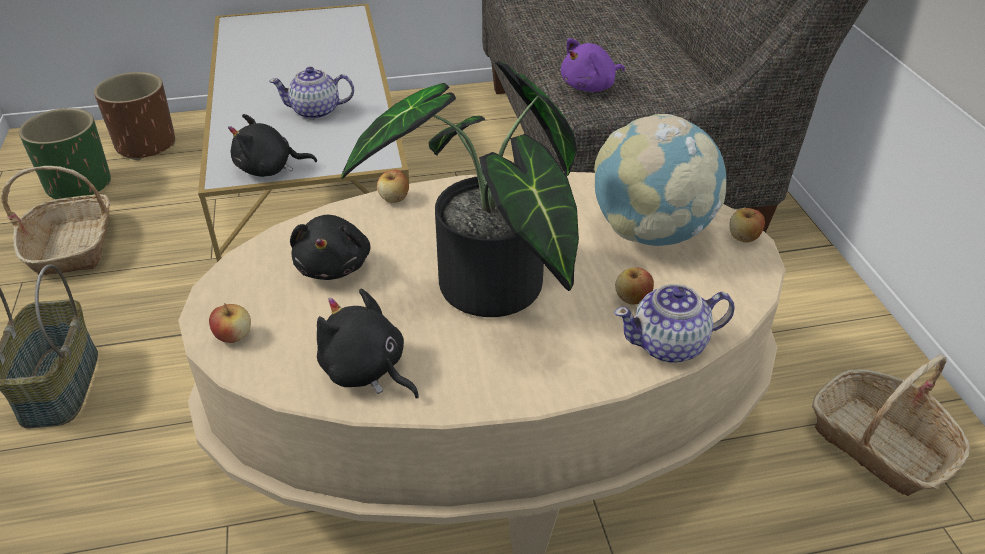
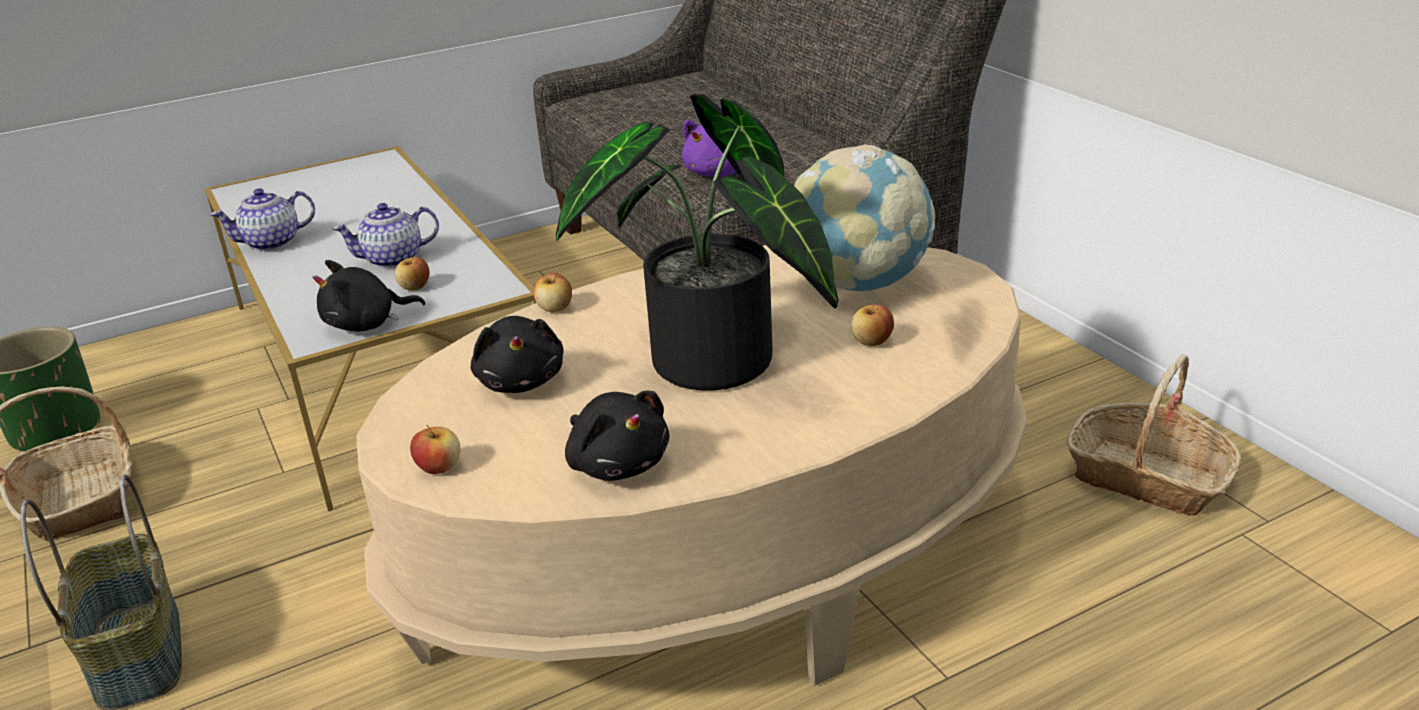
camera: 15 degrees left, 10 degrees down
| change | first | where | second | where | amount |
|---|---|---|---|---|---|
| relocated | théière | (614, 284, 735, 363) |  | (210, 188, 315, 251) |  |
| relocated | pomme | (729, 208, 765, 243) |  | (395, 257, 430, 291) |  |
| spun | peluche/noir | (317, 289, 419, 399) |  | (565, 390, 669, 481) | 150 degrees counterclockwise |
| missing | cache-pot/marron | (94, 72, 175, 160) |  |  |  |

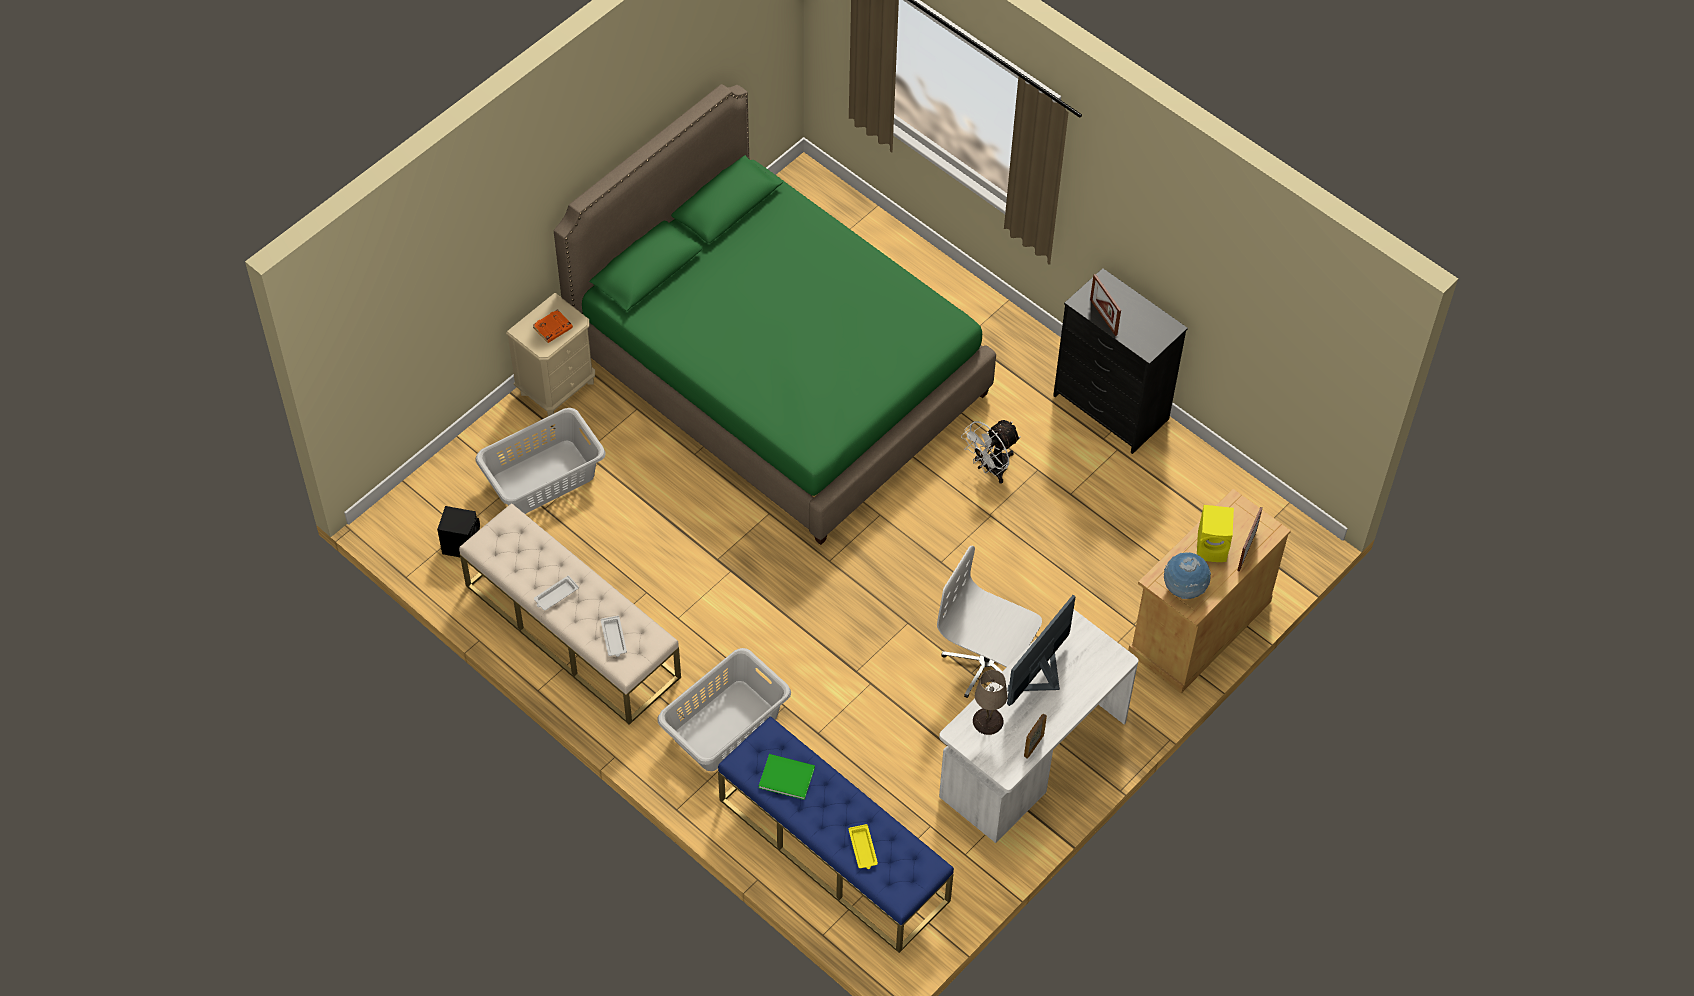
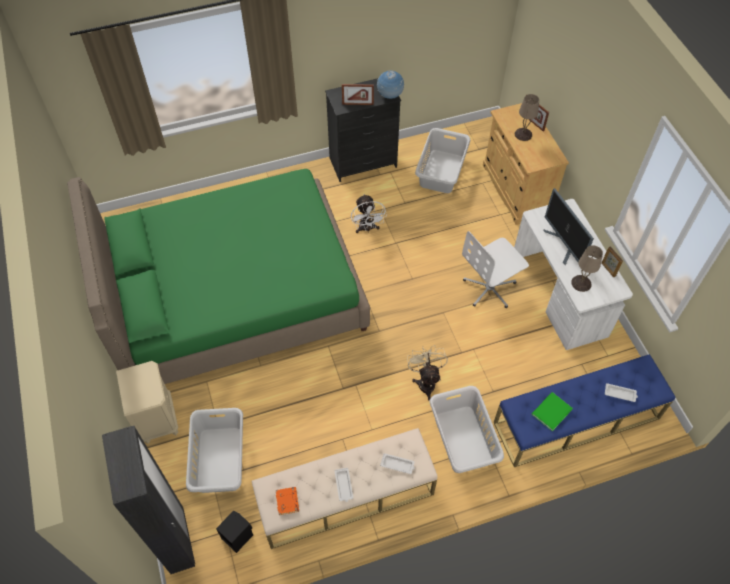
camera: 60 degrees left, 0 degrees up
| change | first | where | second | where | amount |
|---|---|---|---|---|---|
| appeared |  |  | armoire/noir | (102, 426, 195, 574) |  |
| relocated | livre/orange | (533, 309, 573, 343) |  | (276, 487, 299, 515) |  |
| relocated | globe | (1164, 552, 1211, 599) |  | (377, 71, 404, 99) |  |
| appeared |  |  | ventilateur/beige | (407, 345, 448, 401) |  |
| appeared |  |  | panier à linge/gris | (415, 128, 470, 193) |  |
| exchanged | enceinte/jaune | (1197, 505, 1234, 562) | lampe de table/beige | (515, 94, 539, 141) |  |
| colour | plateau/jaune | (849, 824, 878, 869) | plateau/blanc | (605, 383, 638, 402) |  |

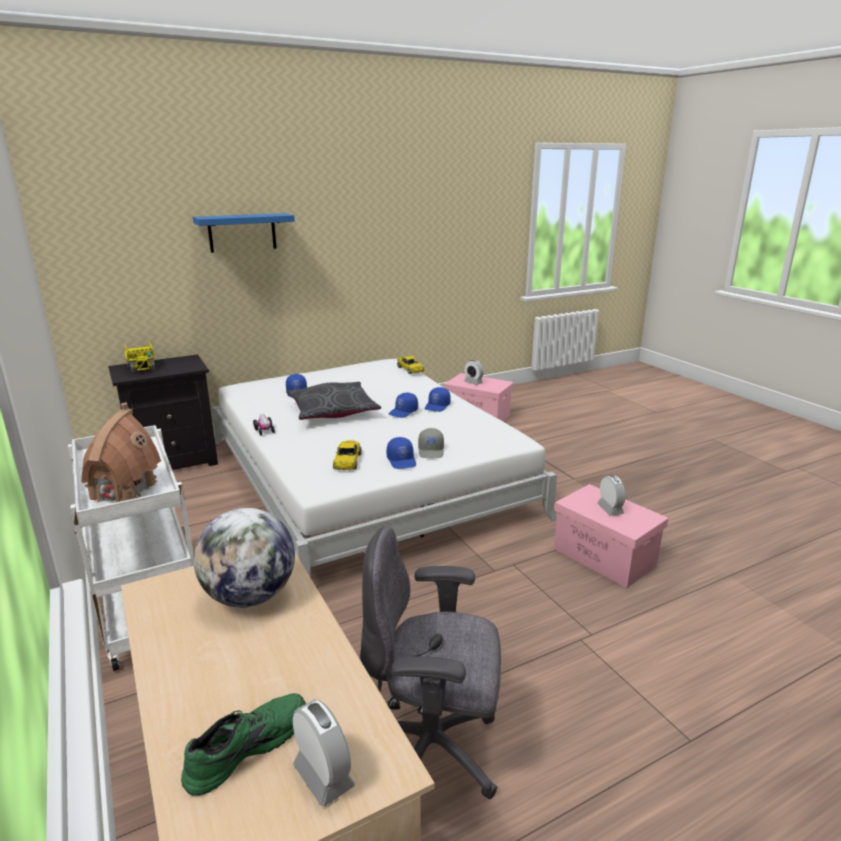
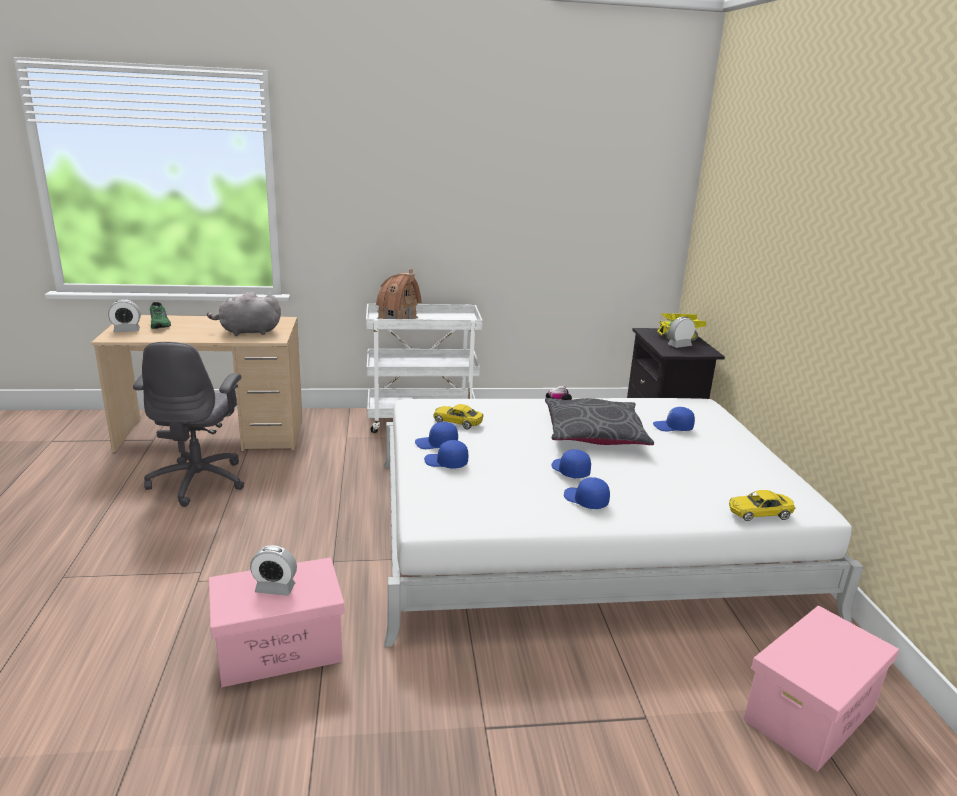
camera: 110 degrees right, 0 degrees up
| change | first | where | second | where | amount |
|---|---|---|---|---|---|
| spun | chaise de bureau/gris | (360, 526, 501, 799) |  | (133, 342, 244, 507) | 150 degrees clockwise |
| exchanged | globe | (194, 508, 295, 608) | peluche/gris | (207, 292, 281, 336) |  |
| colour | casquette/gris | (418, 428, 444, 458) | casquette/bleu | (424, 440, 468, 468) |  |
| relocated | réveil | (464, 360, 484, 385) |  | (668, 317, 695, 348) |  |
| missing | étagère/bleu | (193, 213, 295, 253) |  |  |  |

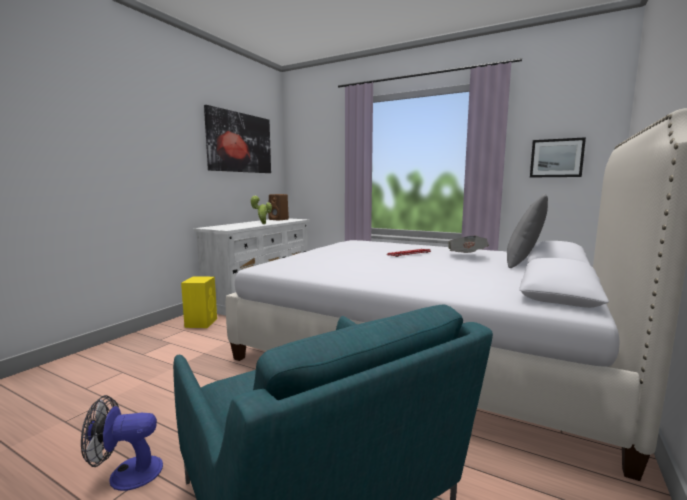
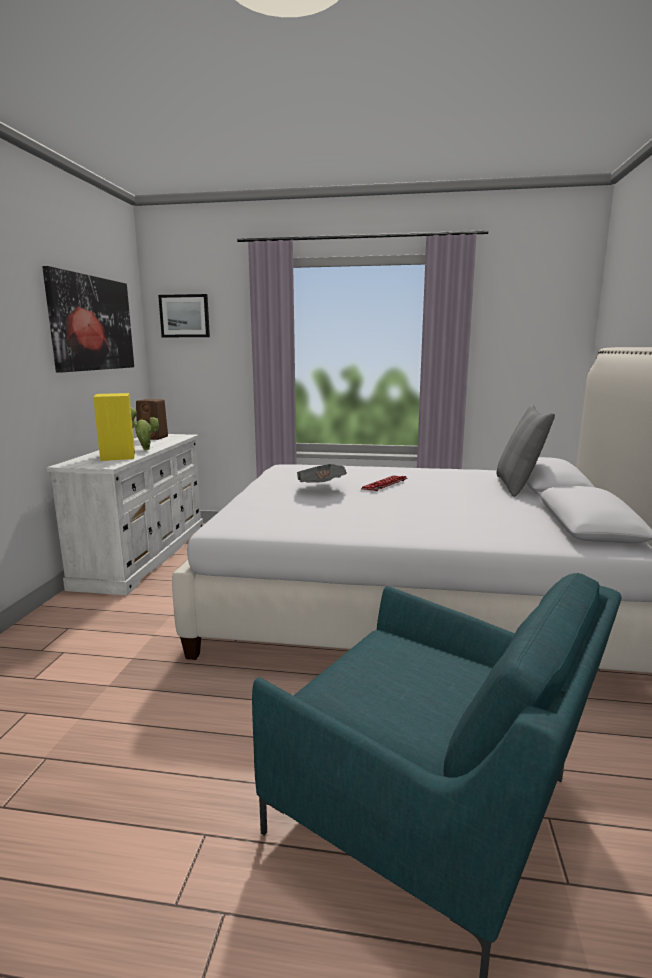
camera: 20 degrees left, 5 degrees up
| change | first | where | second | where | amount |
|---|---|---|---|---|---|
| relocated | enceinte/jaune | (181, 276, 217, 328) |  | (93, 393, 135, 461) |  |
| relocated | tableau | (530, 137, 586, 177) |  | (158, 294, 210, 337) |  |
| relocated | journal | (448, 236, 489, 253) |  | (297, 464, 347, 483) |  |
| missing | ventilateur | (81, 395, 163, 491) |  |  |  |

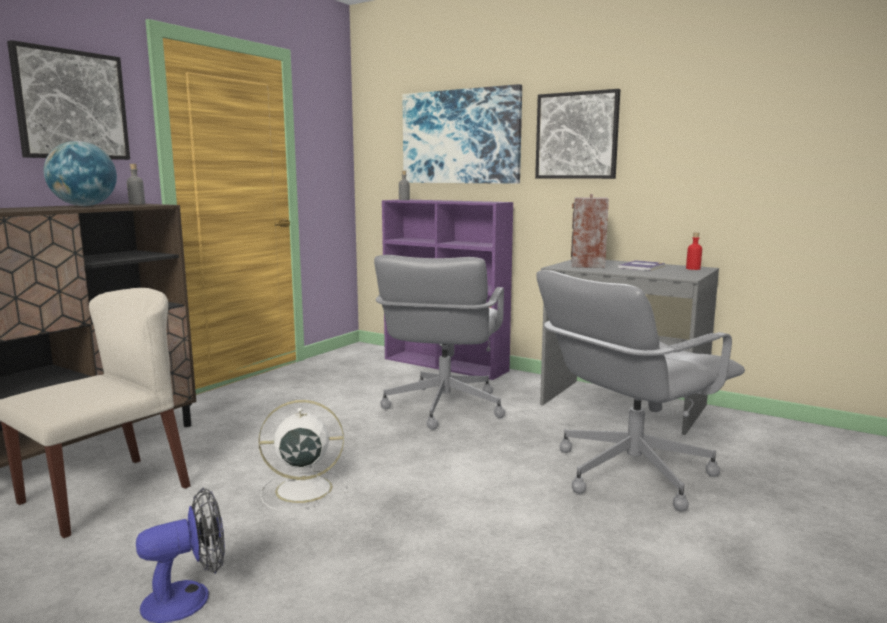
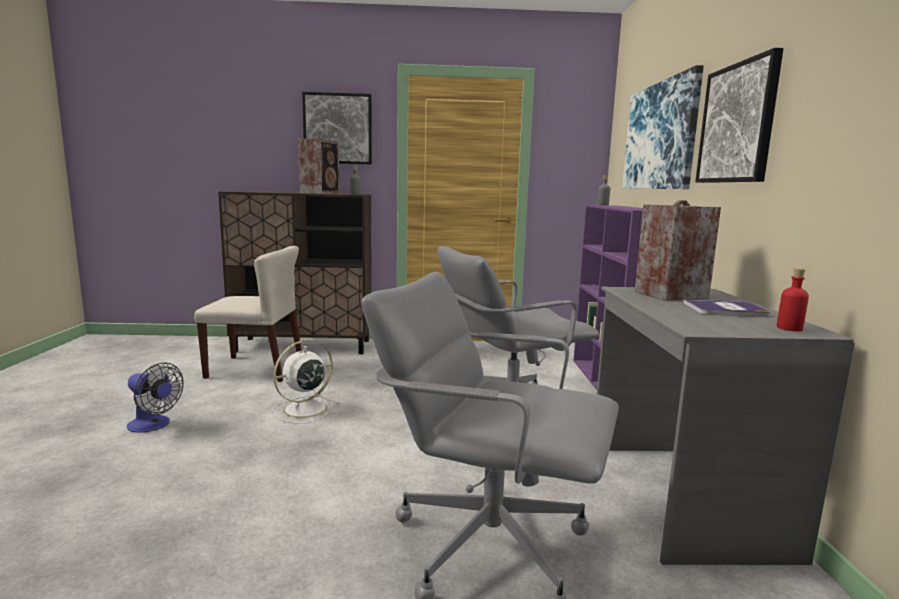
camera: 55 degrees right, 0 degrees up
| change | first | where | second | where | amount |
|---|---|---|---|---|---|
| spun | ventilateur/blanc | (258, 400, 348, 511) |  | (272, 340, 340, 424) | 90 degrees counterclockwise |
| exchanged | globe | (44, 141, 117, 206) | enceinte | (298, 137, 339, 194) |  |

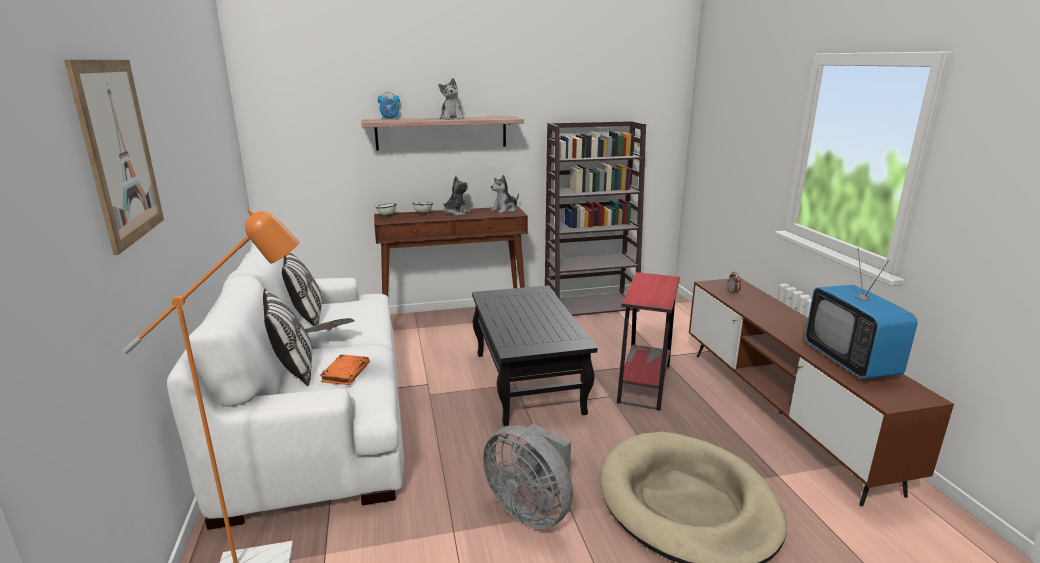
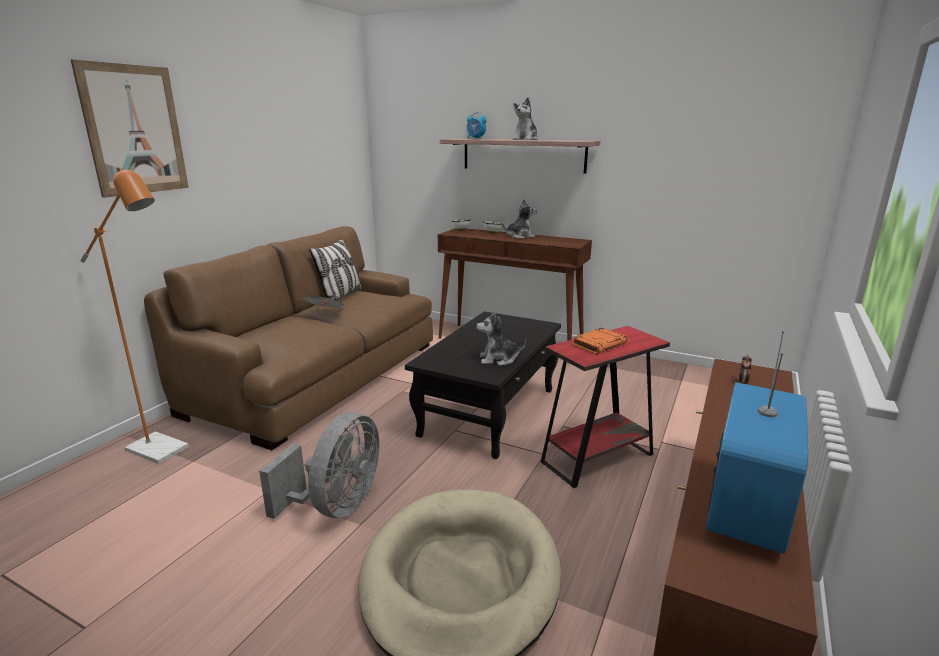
camera: 40 degrees right, 0 degrees up
| change | first | where | second | where | amount |
|---|---|---|---|---|---|
| colour | canapé/blanc | (167, 241, 404, 530) | canapé/marron | (144, 226, 433, 450) |  |
| spun | ventilateur/gris | (483, 423, 573, 529) |  | (259, 412, 379, 519) | 150 degrees counterclockwise |
| relocated | peluche | (491, 175, 519, 213) |  | (476, 312, 526, 366) |  |
| relocated | livre/orange | (320, 354, 370, 385) |  | (572, 328, 627, 354) |  |
| missing | coussin | (263, 288, 312, 386) |  |  |  |
| missing | bibliothèque/marron | (545, 121, 646, 316) |  |  |  |

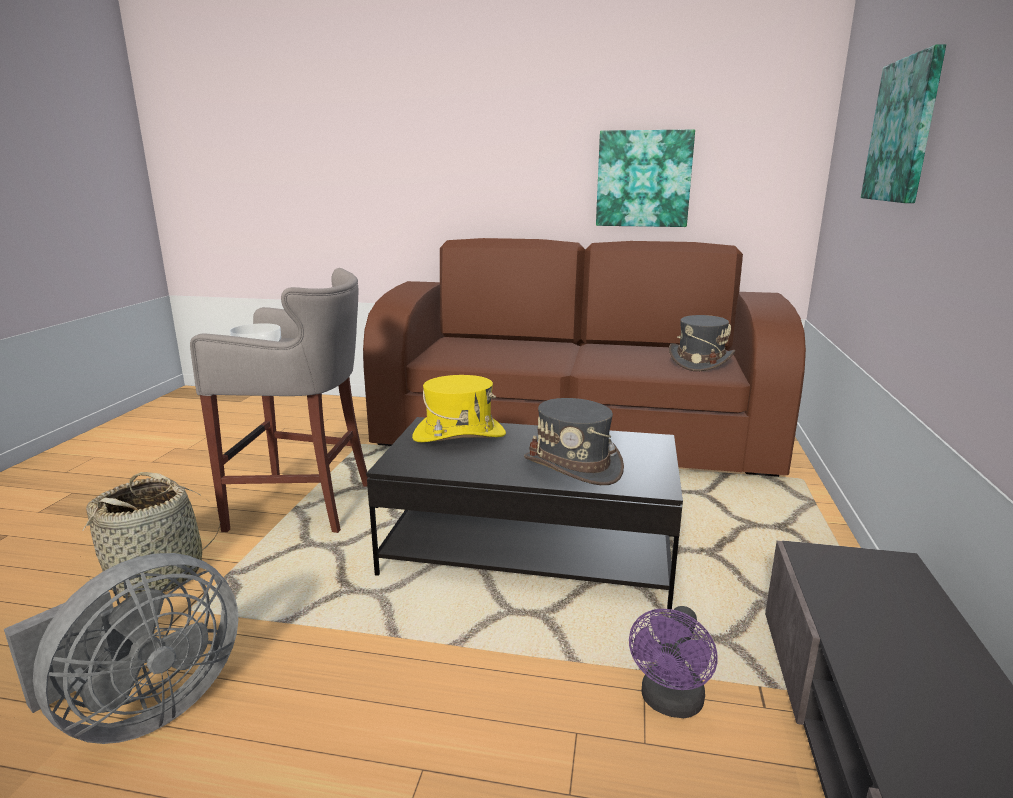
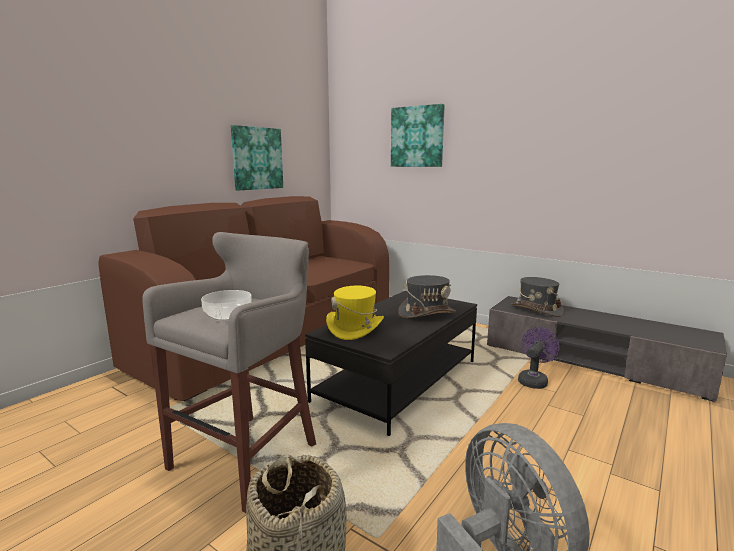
camera: 65 degrees left, 5 degrees down
| change | first | where | second | where | amount |
|---|---|---|---|---|---|
| relocated | chapeau/gris | (669, 315, 735, 371) |  | (511, 277, 564, 317) |  |
| spun | ventilateur/violet | (629, 606, 717, 718) |  | (518, 327, 560, 389) | 105 degrees counterclockwise |

